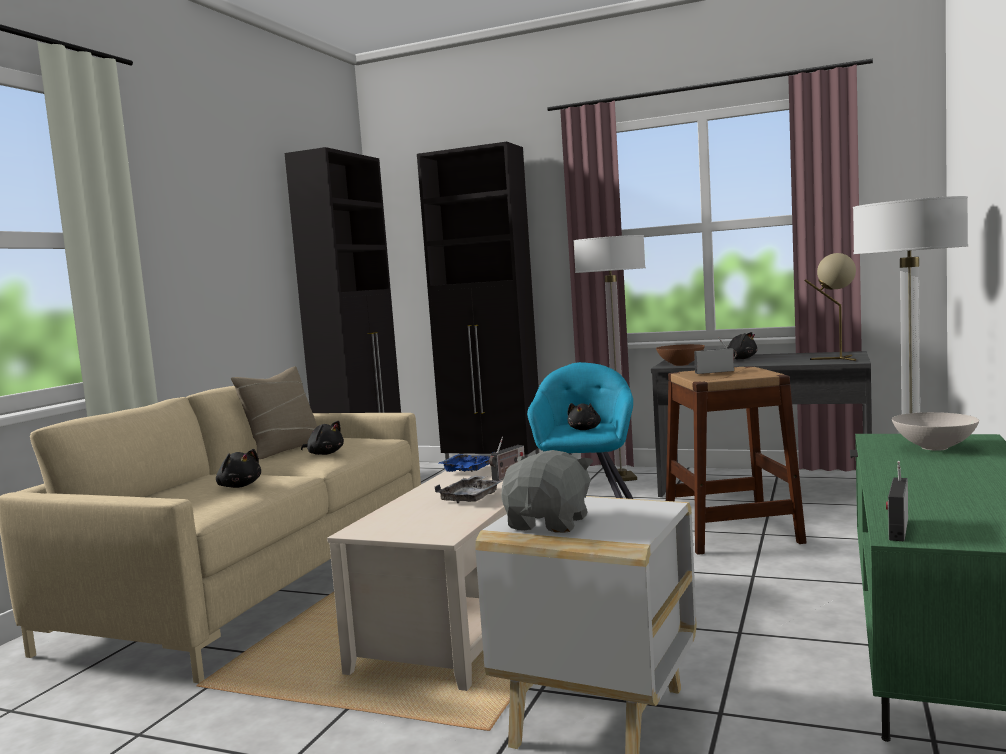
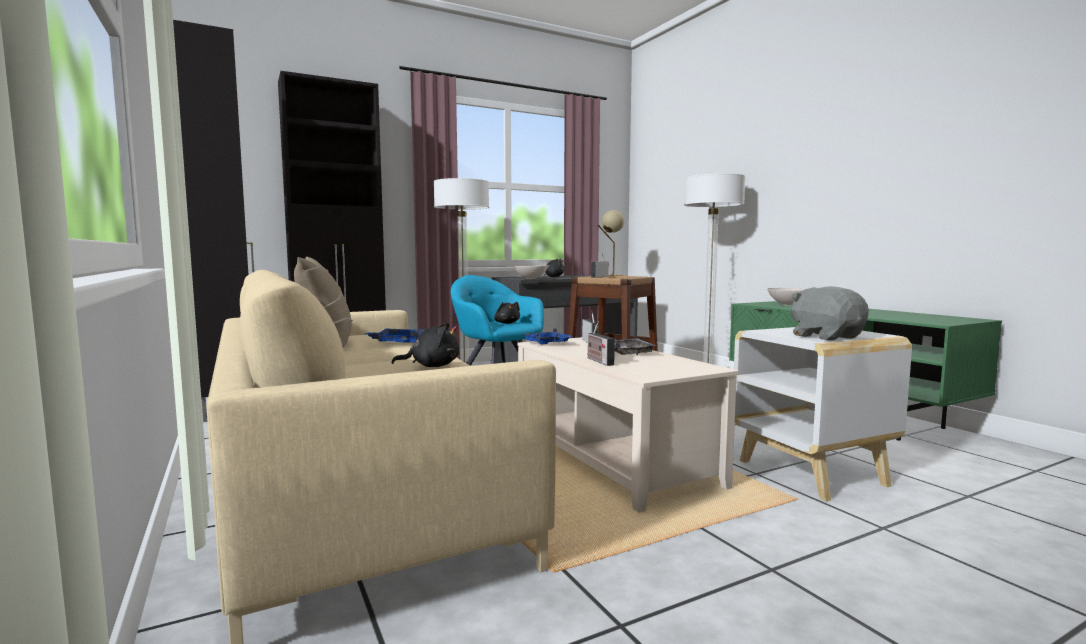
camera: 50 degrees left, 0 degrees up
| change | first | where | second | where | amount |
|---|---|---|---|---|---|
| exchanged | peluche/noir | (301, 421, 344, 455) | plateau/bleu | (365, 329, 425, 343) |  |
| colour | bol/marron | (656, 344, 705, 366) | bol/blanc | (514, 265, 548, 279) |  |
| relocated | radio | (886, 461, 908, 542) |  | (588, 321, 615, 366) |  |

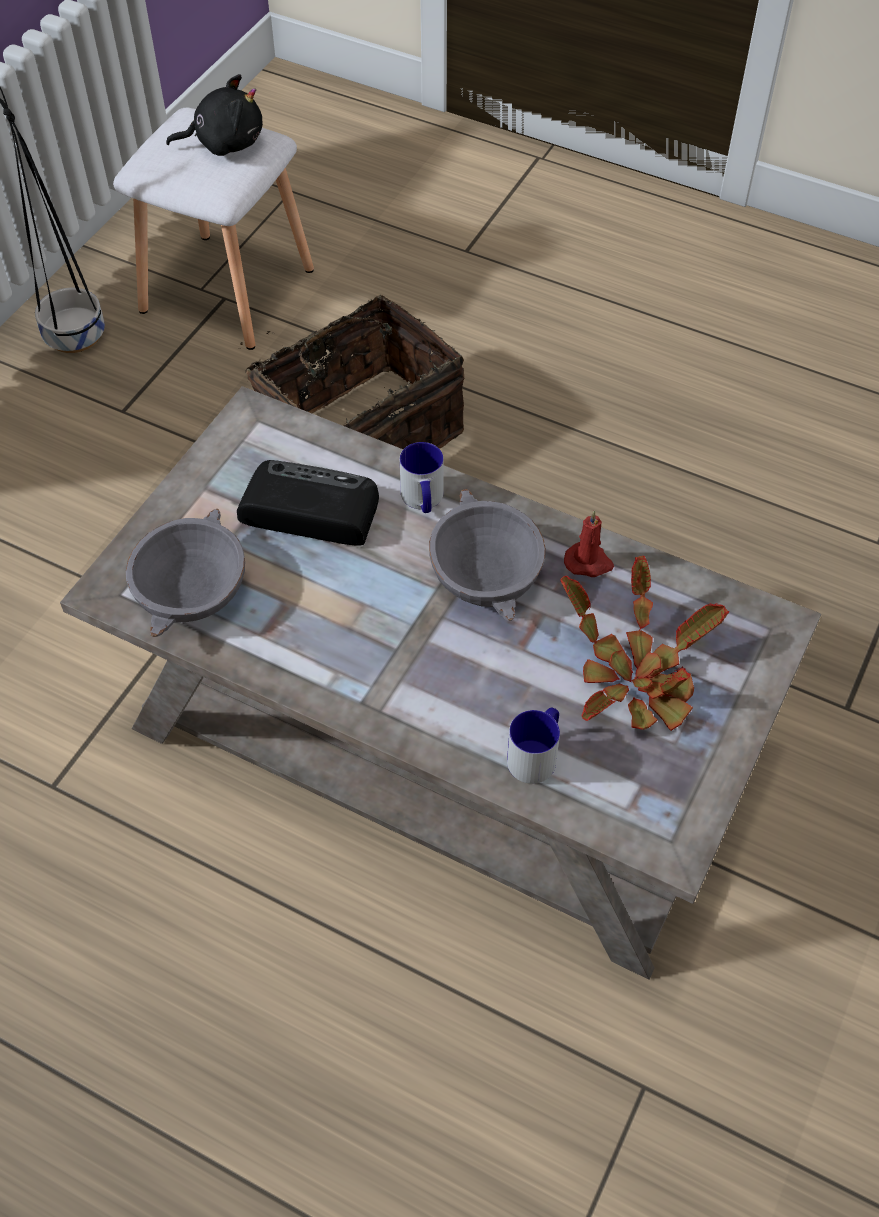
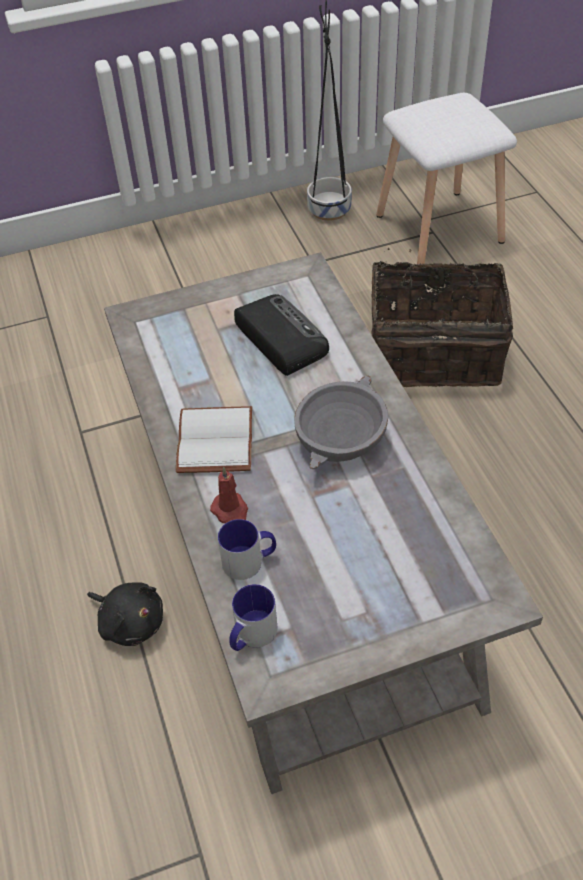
camera: 45 degrees right, 5 degrees down
| change | first | where | second | where | amount |
|---|---|---|---|---|---|
| relocated | peluche/noir | (166, 74, 263, 156) |  | (87, 582, 163, 646) |  |
| appeared |  |  | livre/blanc | (176, 406, 252, 473) |  |
| relocated | bougie/rouge | (564, 510, 614, 577) |  | (210, 467, 248, 523) |  |
| relocated | mug | (400, 442, 444, 513) |  | (229, 584, 278, 651) |  |
| missing | bol/gris | (126, 509, 245, 637) |  |  |  |
| missing | plante en pot | (560, 556, 729, 731) |  |  |  |

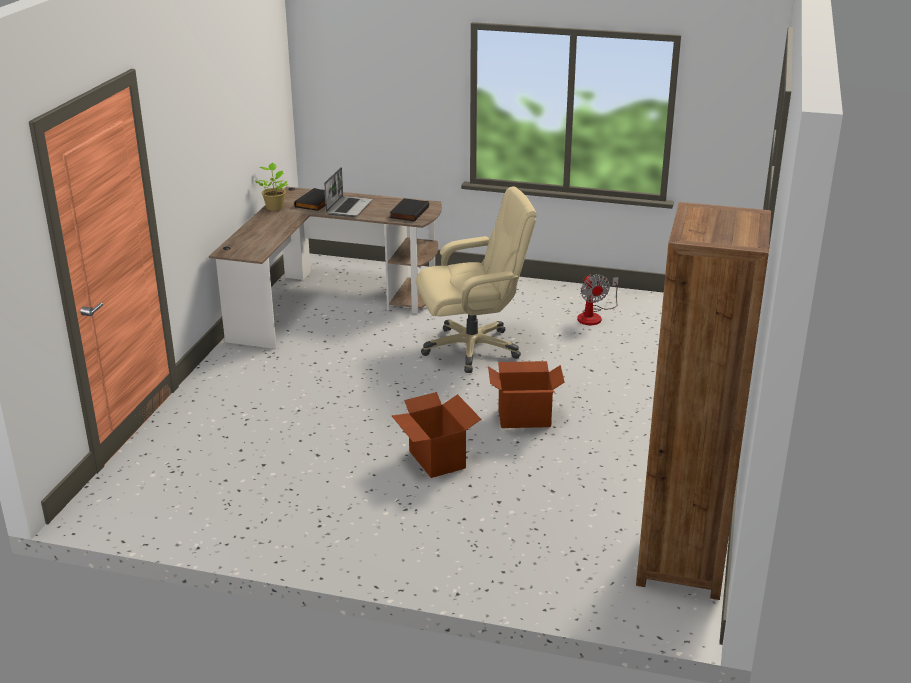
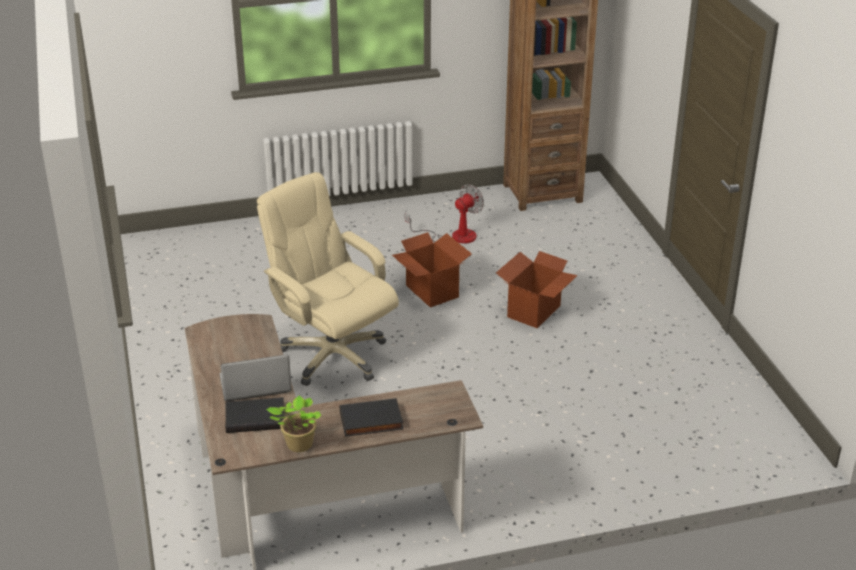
camera: 120 degrees left, 5 degrees up
| change | first | where | second | where | amount |
|---|---|---|---|---|---|
| relocated | livre/noir | (389, 198, 429, 222) |  | (340, 398, 404, 437) |  |
| relocated | ventilateur | (577, 274, 619, 325) |  | (405, 185, 484, 244) |  |

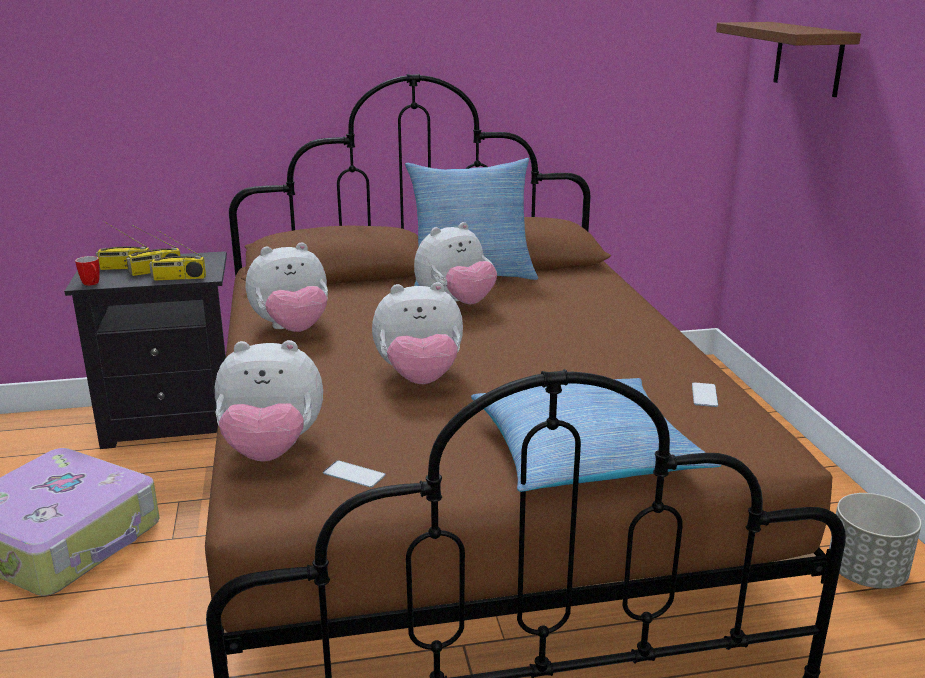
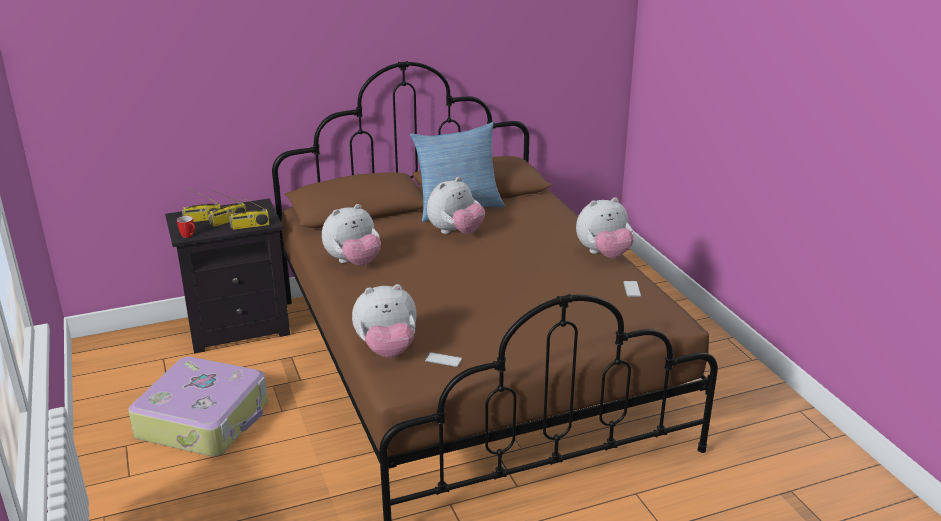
camera: 10 degrees left, 5 degrees up
| change | first | where | second | where | amount |
|---|---|---|---|---|---|
| relocated | peluche | (372, 282, 463, 384) |  | (576, 197, 634, 258) |  |
| missing | coussin | (471, 378, 721, 492) |  |  |  |
| missing | étagère/marron | (716, 22, 861, 97) |  |  |  |
| missing | cache-pot/gris | (829, 493, 921, 589) |  |  |  |

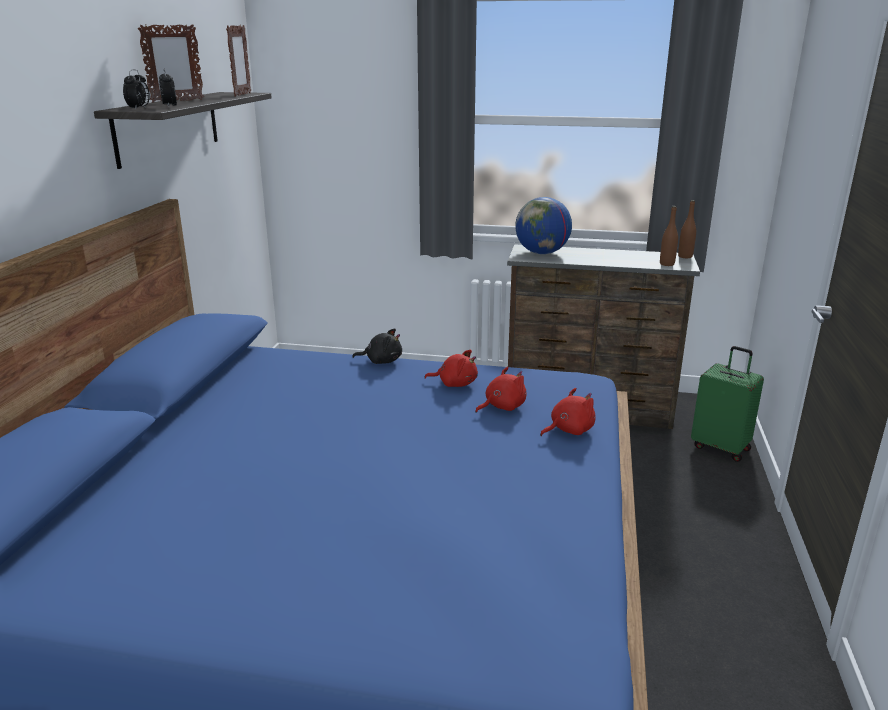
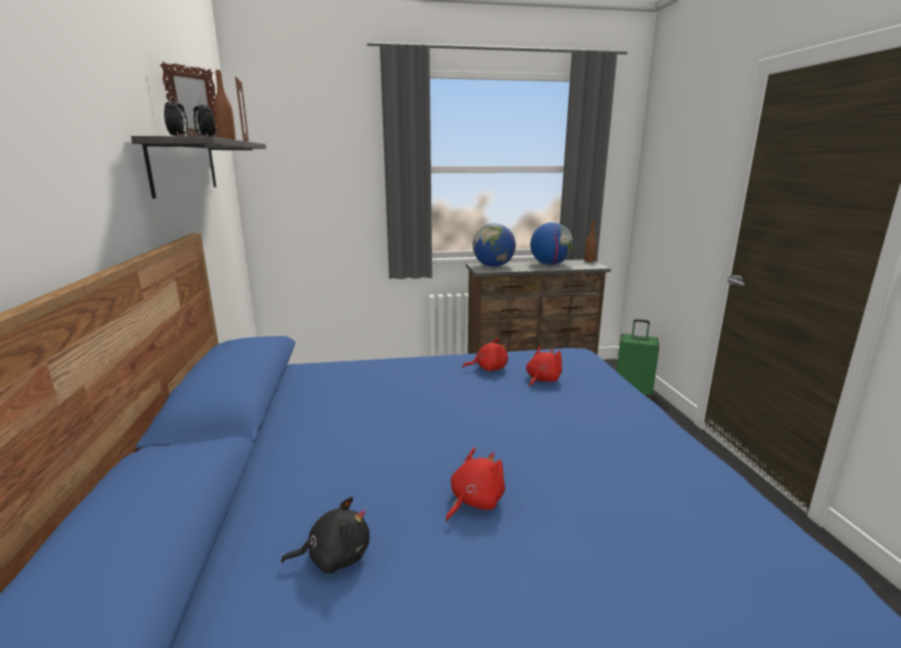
camera: 20 degrees left, 5 degrees down
| change | first | where | second | where | amount |
|---|---|---|---|---|---|
| relocated | bouteille/marron | (660, 206, 678, 266) |  | (214, 70, 236, 140) |  |
| relocated | peluche/noir | (352, 328, 402, 364) |  | (281, 497, 370, 574) |  |
| relocated | peluche/rouge | (540, 388, 596, 436) |  | (446, 447, 505, 521) |  |
| appeared |  |  | globe | (530, 222, 573, 265) |  |

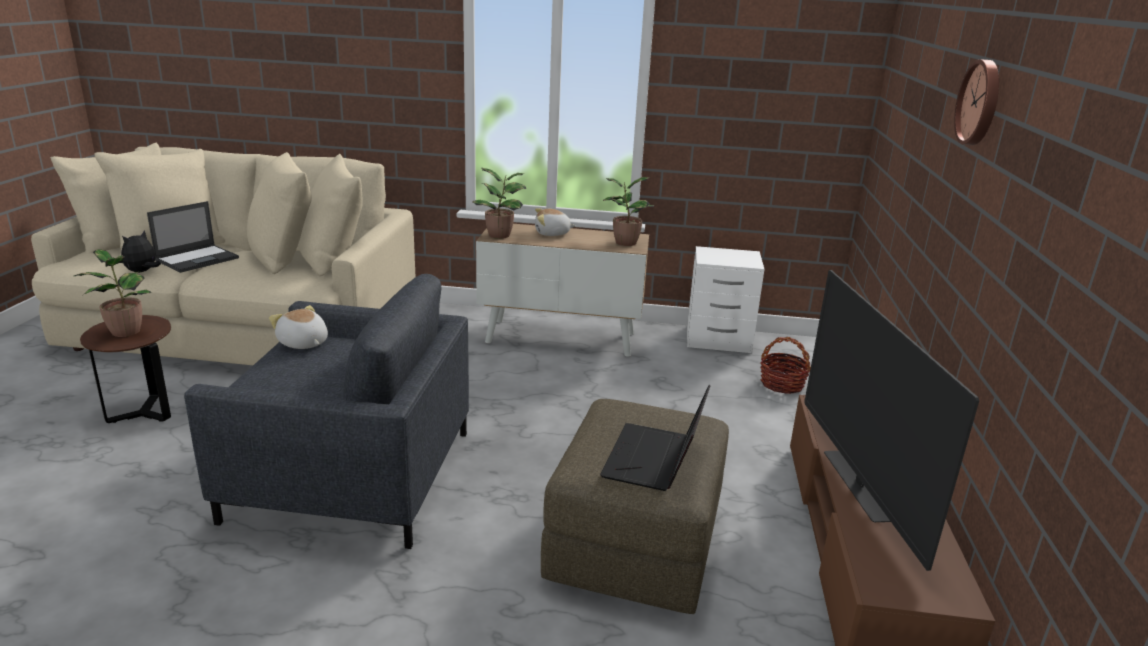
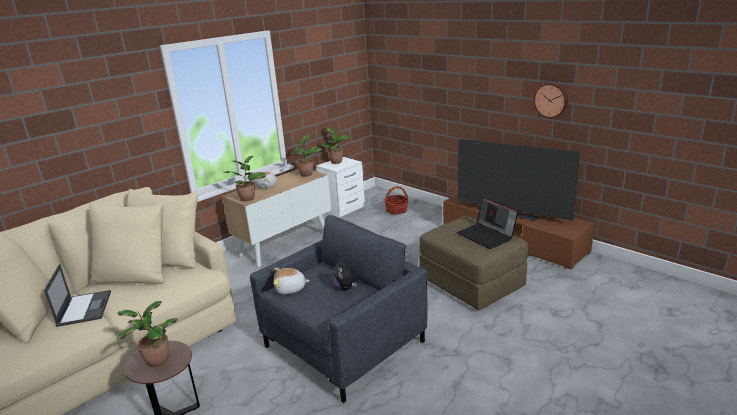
camera: 50 degrees left, 0 degrees up
| change | first | where | second | where | amount |
|---|---|---|---|---|---|
| appeared |  |  | plante en pot | (320, 127, 351, 164) |  |
| relocated | peluche | (121, 230, 161, 272) |  | (333, 258, 358, 290) |  |
| relocated | horloge murale | (954, 59, 999, 145) |  | (533, 83, 568, 118) |  |

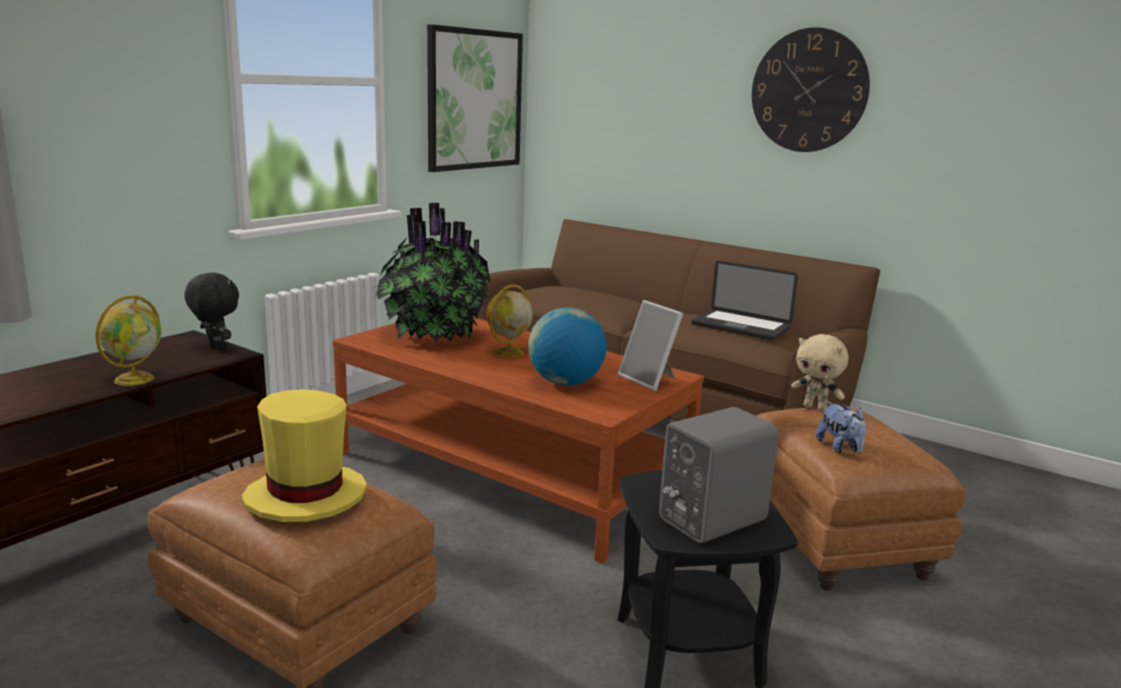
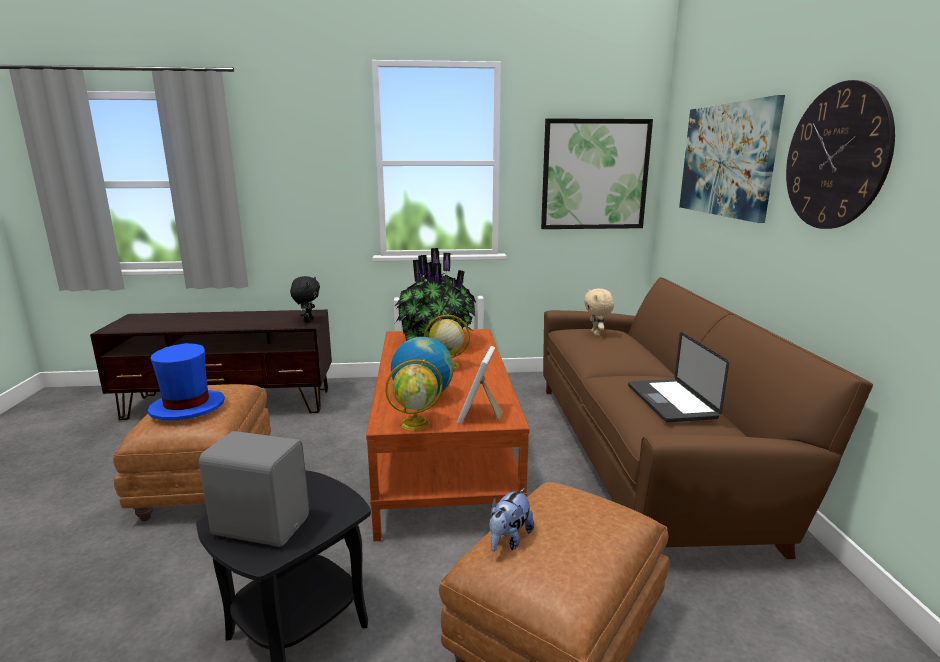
camera: 50 degrees right, 0 degrees up
| change | first | where | second | where | amount |
|---|---|---|---|---|---|
| colour | chapeau/jaune | (242, 389, 367, 522) | chapeau/bleu | (148, 343, 225, 420) |  |
| relocated | globe | (96, 295, 162, 386) |  | (385, 360, 443, 430) |  |
| relocated | peluche/beige | (791, 334, 849, 411) |  | (584, 288, 614, 336) |  |
| appeared |  |  | tableau | (679, 95, 785, 223) |  |

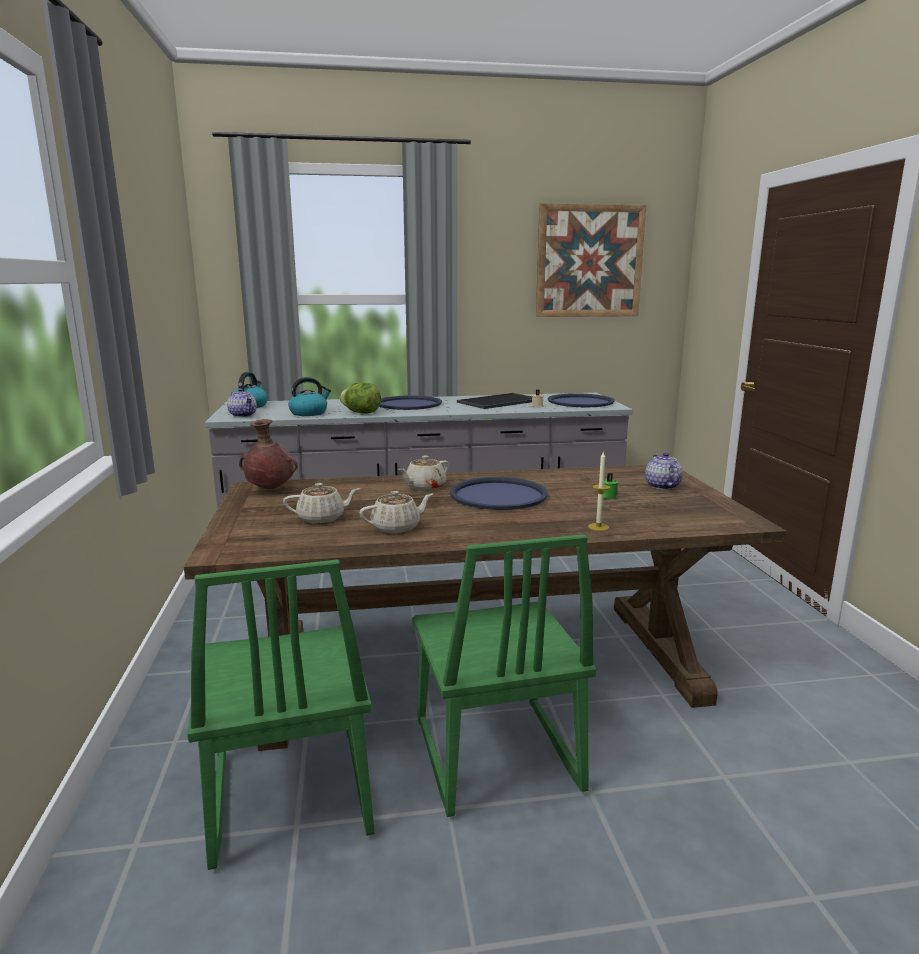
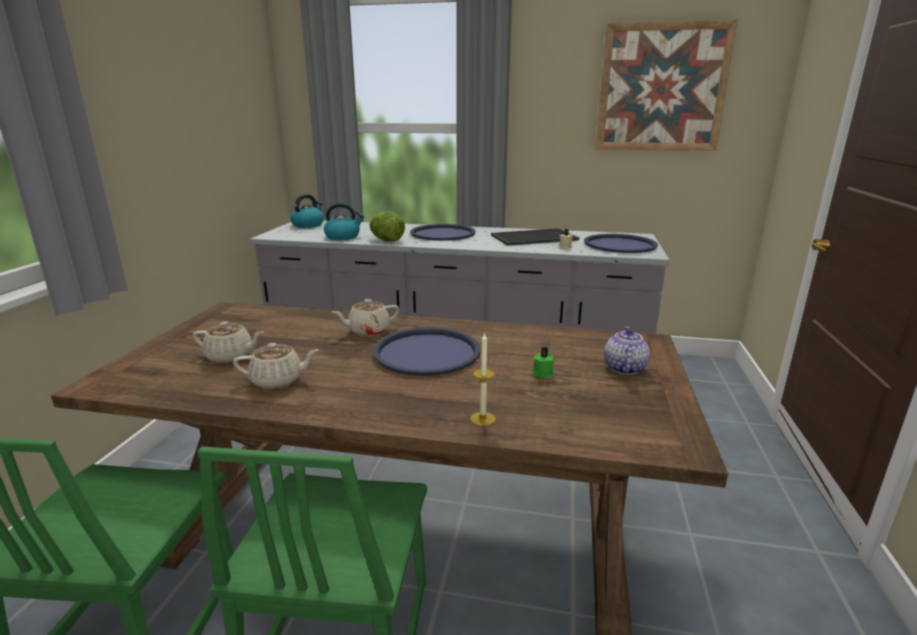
camera: 20 degrees right, 5 degrees up
| change | first | where | second | where | amount |
|---|---|---|---|---|---|
| missing | théière | (227, 388, 257, 417) |  |  |  |
| missing | vase/marron | (239, 419, 298, 489) |  |  |  |

